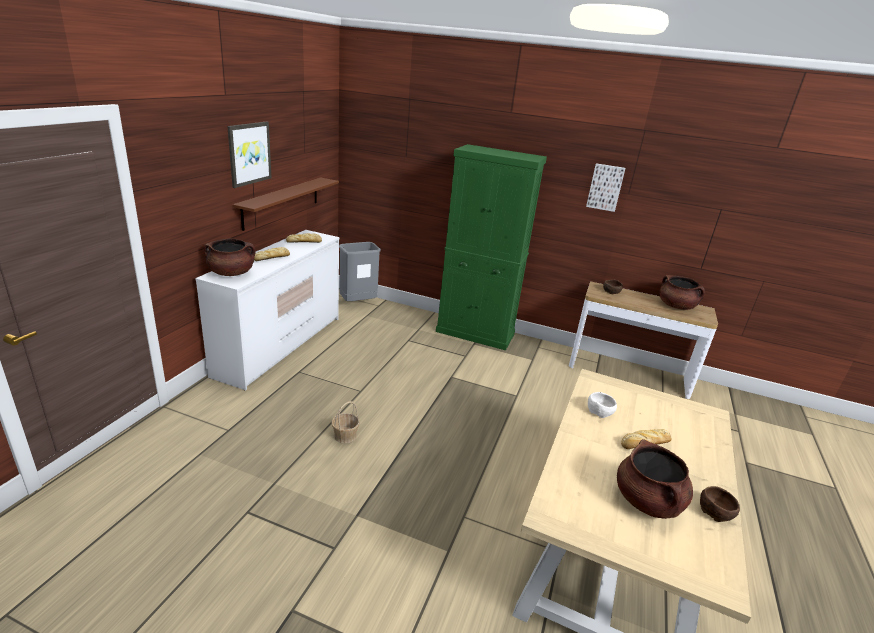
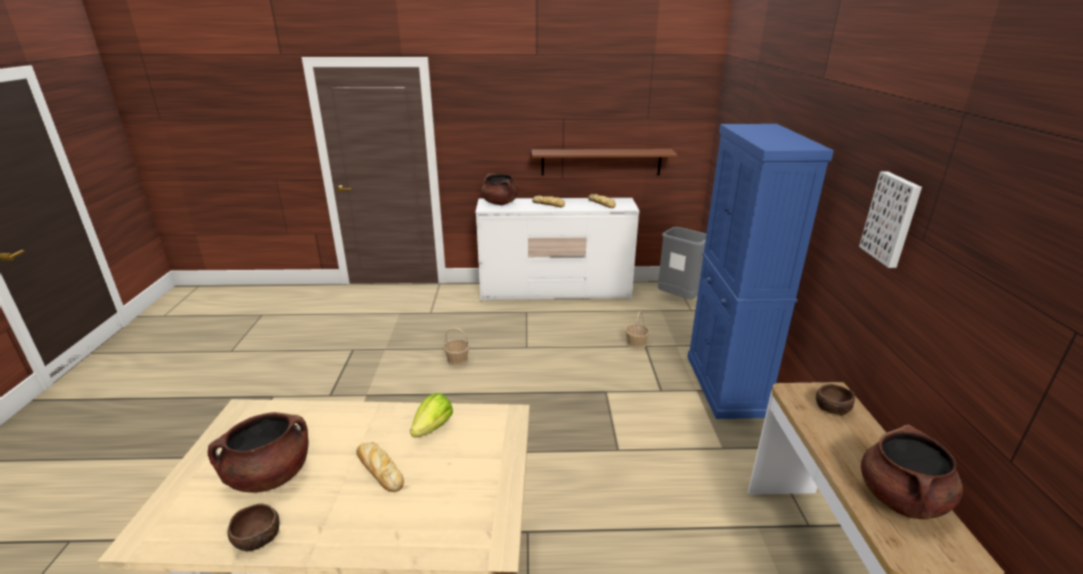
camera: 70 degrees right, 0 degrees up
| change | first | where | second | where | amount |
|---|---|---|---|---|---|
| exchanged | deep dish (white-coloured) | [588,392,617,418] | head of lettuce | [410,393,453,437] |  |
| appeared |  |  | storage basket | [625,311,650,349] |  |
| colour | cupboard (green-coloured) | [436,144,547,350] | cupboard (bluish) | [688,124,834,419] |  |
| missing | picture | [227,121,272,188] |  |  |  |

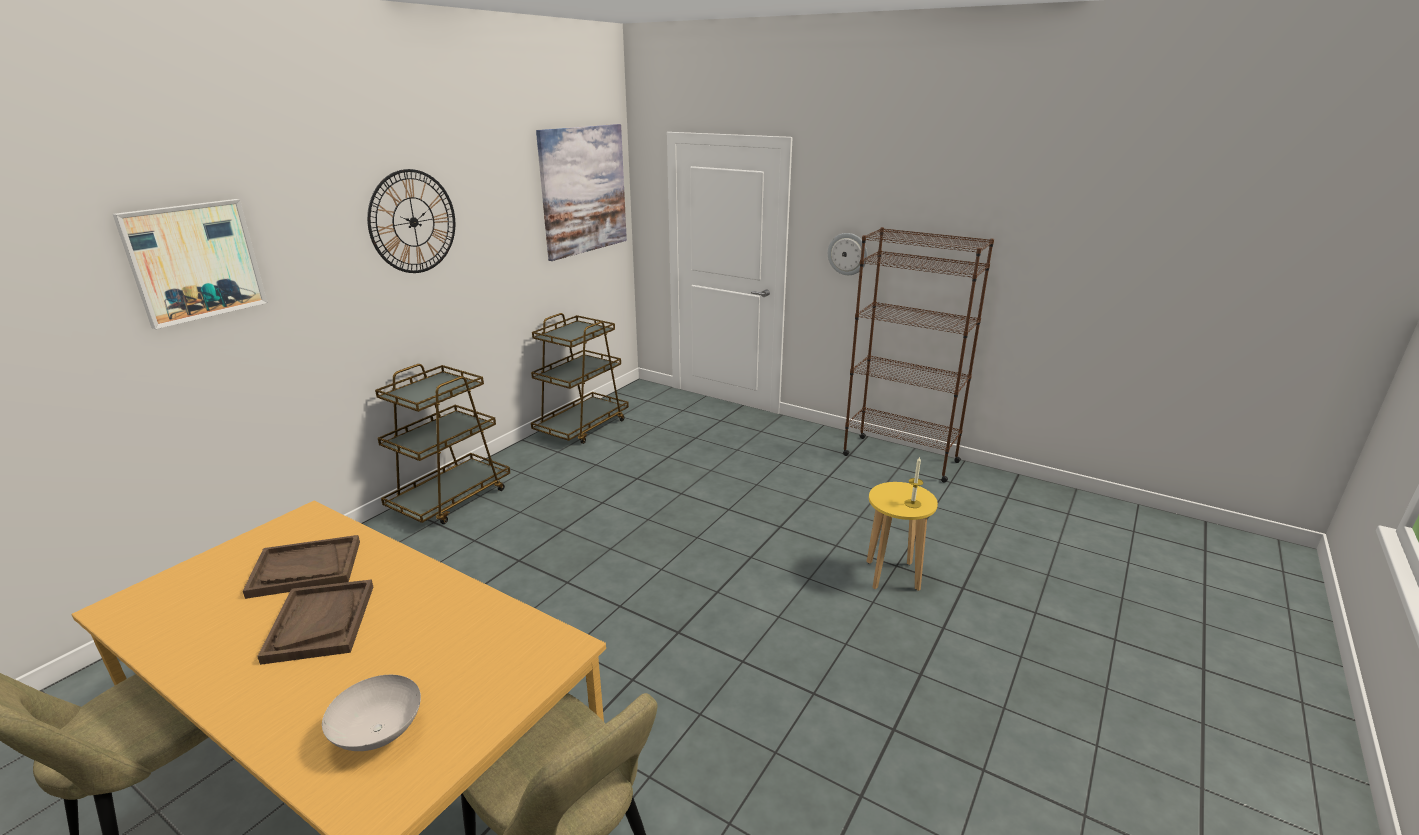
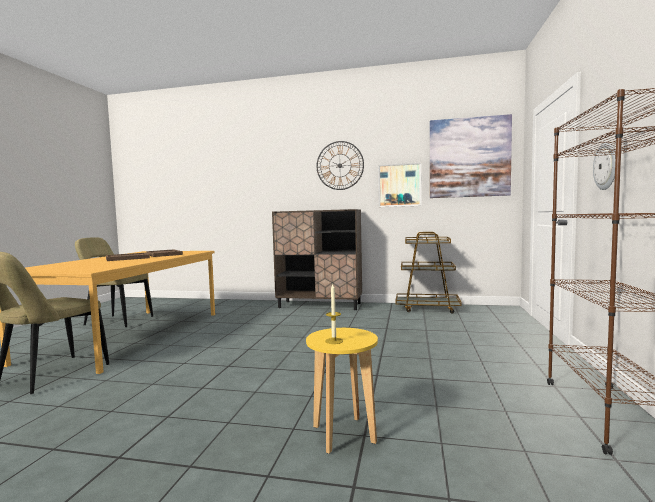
camera: 70 degrees right, 20 degrees down
| change | first | where | second | where | amount |
|---|---|---|---|---|---|
| exchanged | cart (brownish) | [375,364,510,524] | cupboard (brownish) | [272,209,362,310] |  |
| relocated | picture | [113,199,268,329] |  | [378,163,421,207] |  |
| missing | deep dish (white-coloured) | [322,675,421,751] |  |  |  |

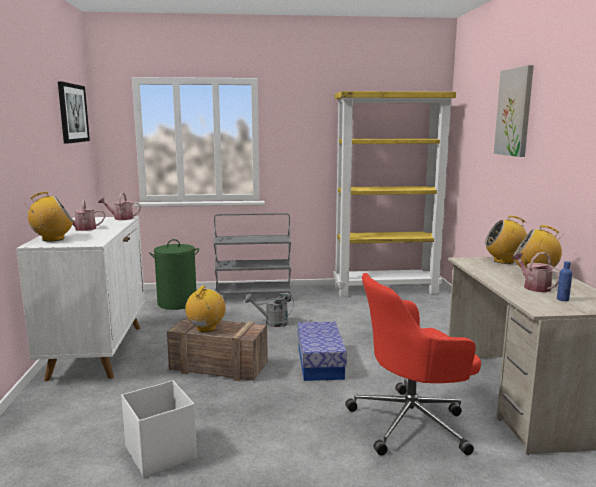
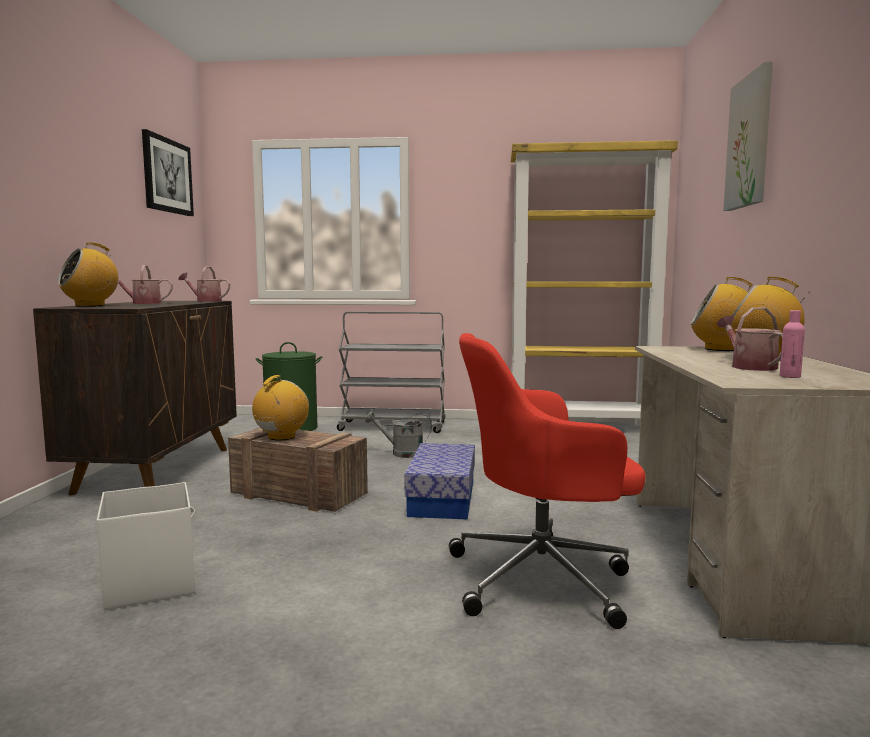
camera: 10 degrees right, 5 degrees down
| change | first | where | second | where | amount |
|---|---|---|---|---|---|
| colour | cupboard (white-coloured) | [16,217,145,381] | cupboard (brownish) | [33,301,237,495] |  |
| spun | radio | [28,192,74,241] |  | [57,242,118,307] | 150 degrees clockwise |
| colour | drink bottle (bluish) | [557,261,572,301] | drink bottle (pink-coloured) | [780,310,805,378] |  |

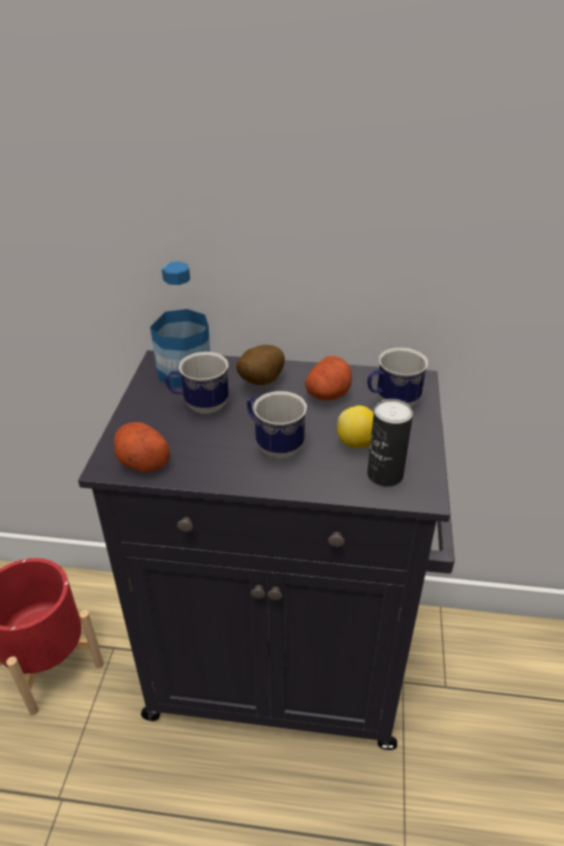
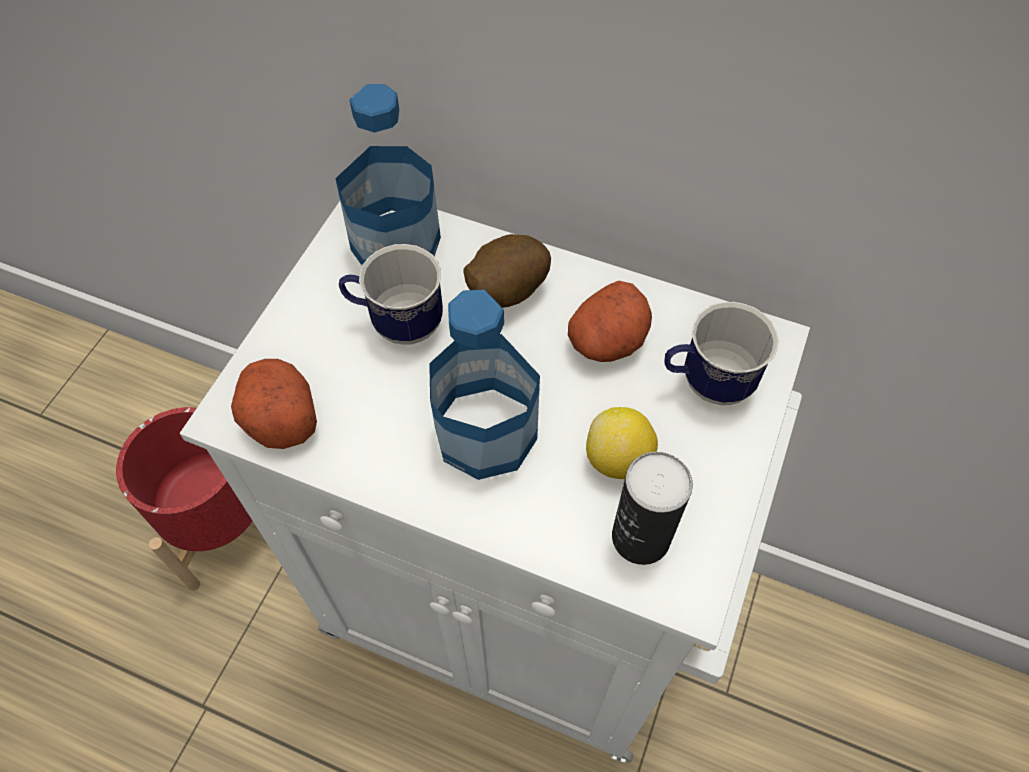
camera: 15 degrees right, 20 degrees up
| change | first | where | second | where | amount |
|---|---|---|---|---|---|
| colour | cupboard (blackish) | [78,350,455,750] | cupboard (white-coloured) | [180,201,810,763] |  |
| exchanged | tea mug | [247,391,307,458] | drink bottle | [429,289,540,480] |  |

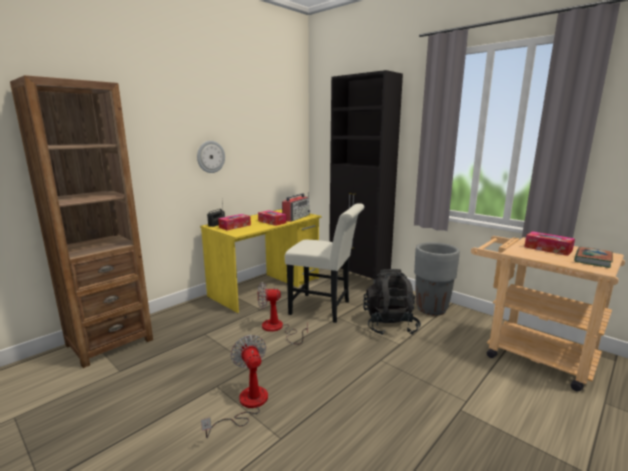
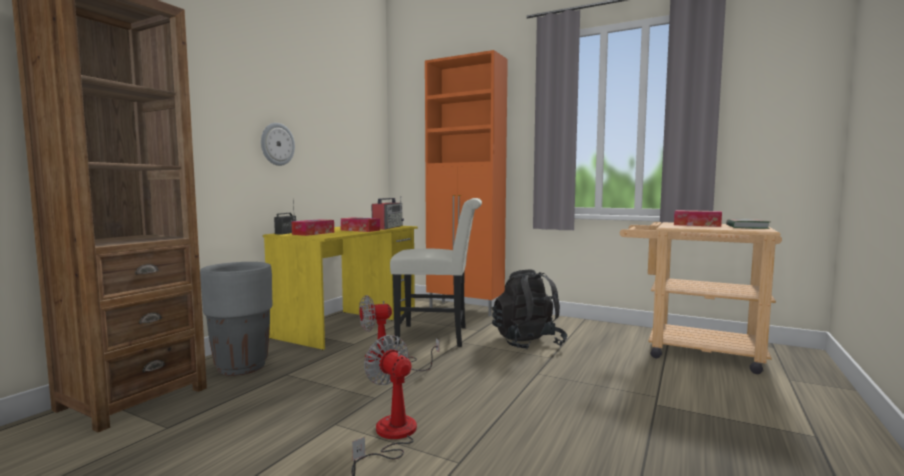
camera: 15 degrees left, 10 degrees down
| change | first | where | second | where | amount |
|---|---|---|---|---|---|
| relocated | planter (gray) | [414,242,460,316] |  | [200,262,272,376] |  |
| colour | cupboard (blackish) | [329,70,403,284] | cupboard (orange-coloured) | [425,50,508,316] |  |

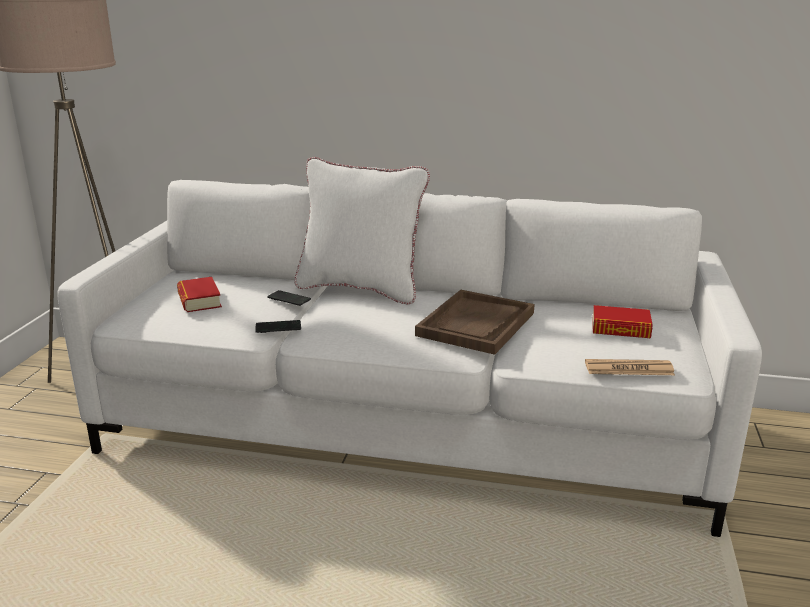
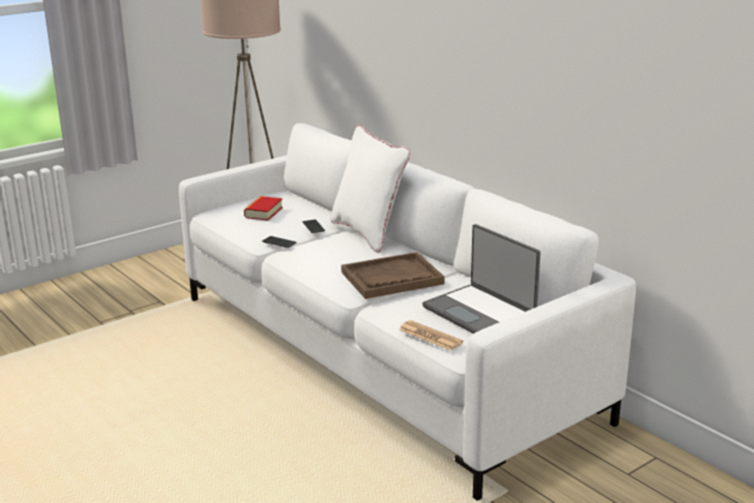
camera: 40 degrees right, 0 degrees up
| change | first | where | second | where | amount |
|---|---|---|---|---|---|
| exchanged | book | [592,305,653,338] | notebook computer | [422,224,541,334] |  |

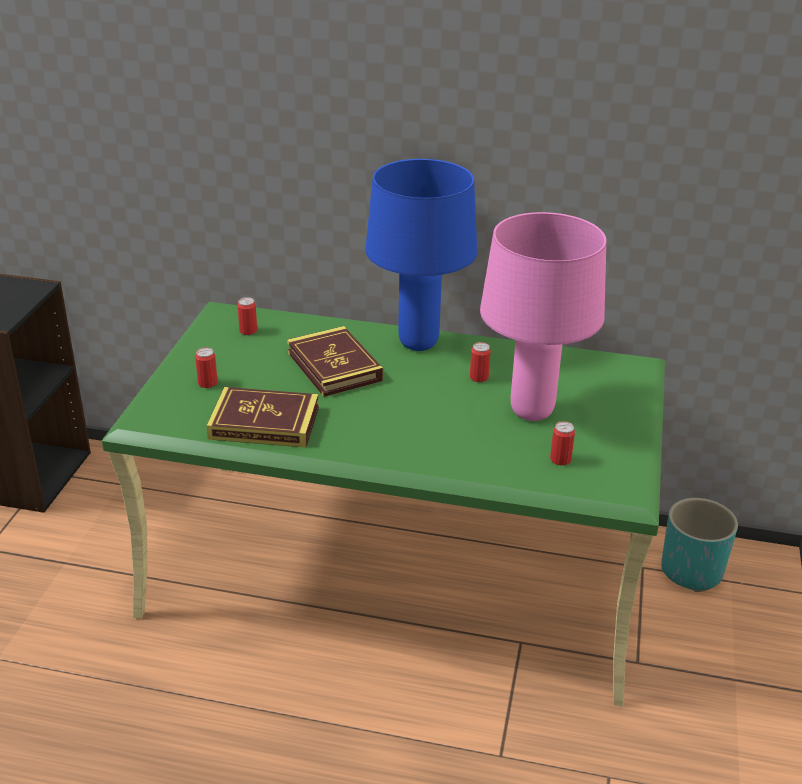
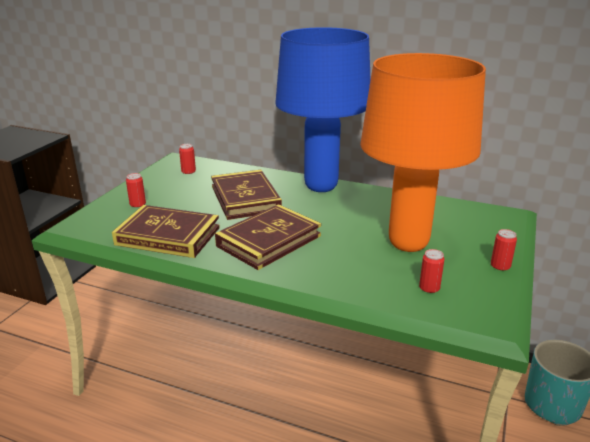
camera: 10 degrees right, 5 degrees down
| change | first | where | second | where | amount |
|---|---|---|---|---|---|
| appeared |  |  | book | [215,204,321,270] |  |
| colour | table lamp (pink-coloured) | [480,212,606,421] | table lamp (orange-coloured) | [360,53,486,252] |  |
| relocated | sealed can | [470,342,490,382] |  | [491,229,517,270] |  |

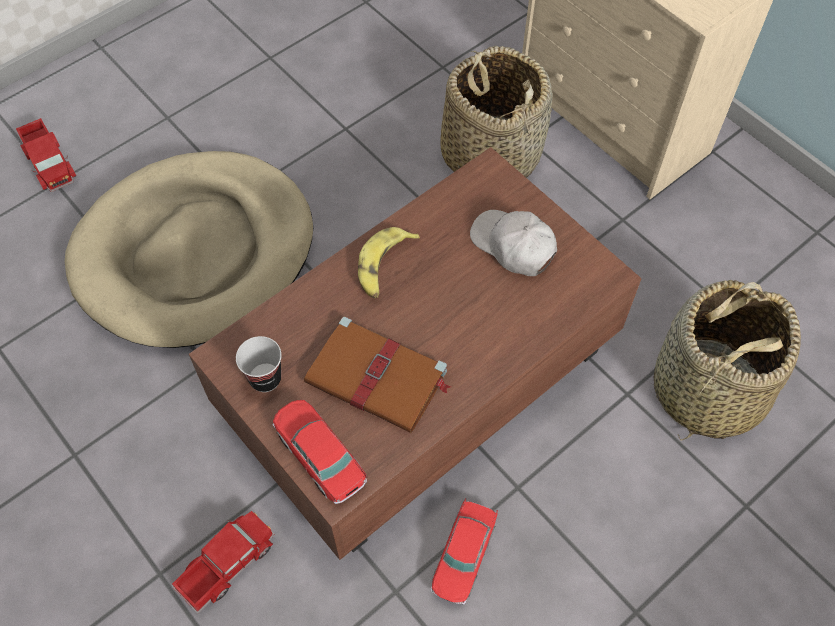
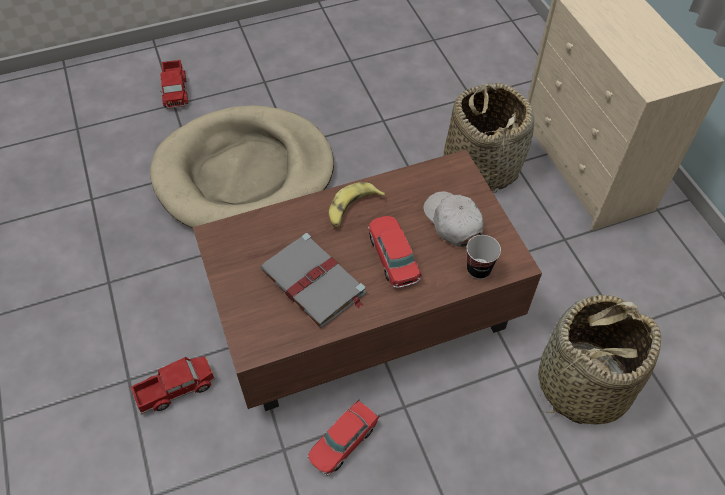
camera: 20 degrees right, 5 degrees down
| change | first | where | second | where | amount |
|---|---|---|---|---|---|
| colour | book (brownish) | [304,317,451,433] | book (gray) | [261,233,366,328] |  |
| relocated | miniature car | [273,400,368,504] |  | [368,216,422,288] |  |
| relocated | drinking cup | [236,336,282,392] |  | [467,235,501,279] |  |

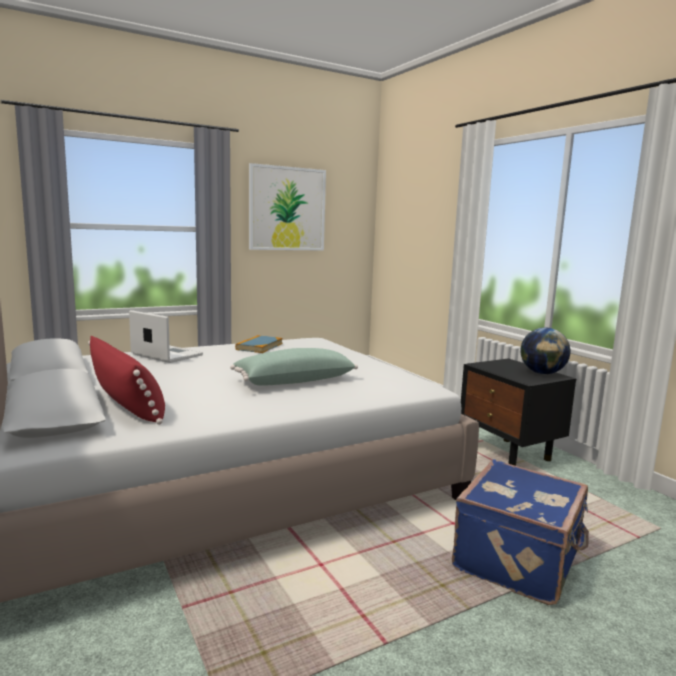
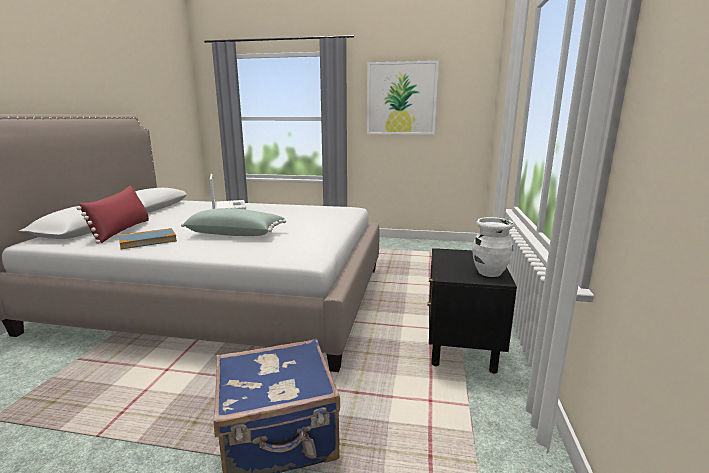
camera: 40 degrees right, 5 degrees up
| change | first | where | second | where | amount |
|---|---|---|---|---|---|
| relocated | book | [235,335,283,353] |  | [118,228,177,249] |  |
| exchanged | world globe | [521,327,570,374] | vase (white-coloured) | [472,217,514,277] |  |

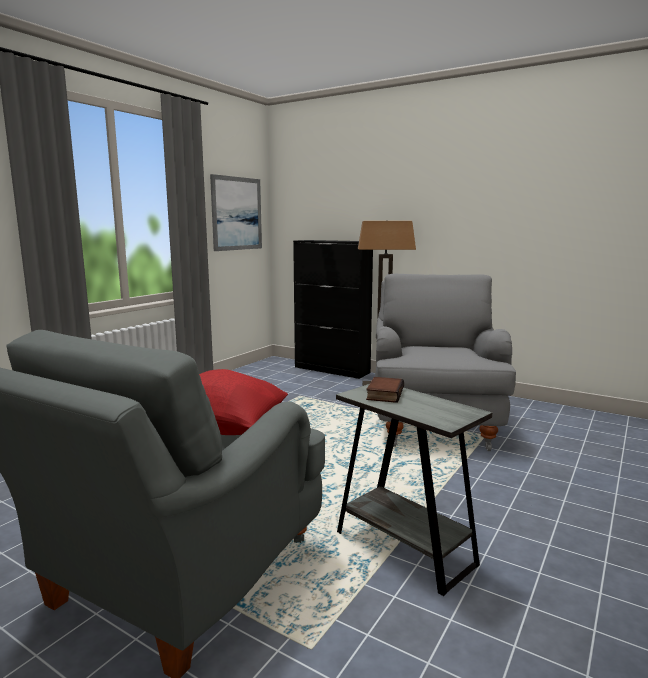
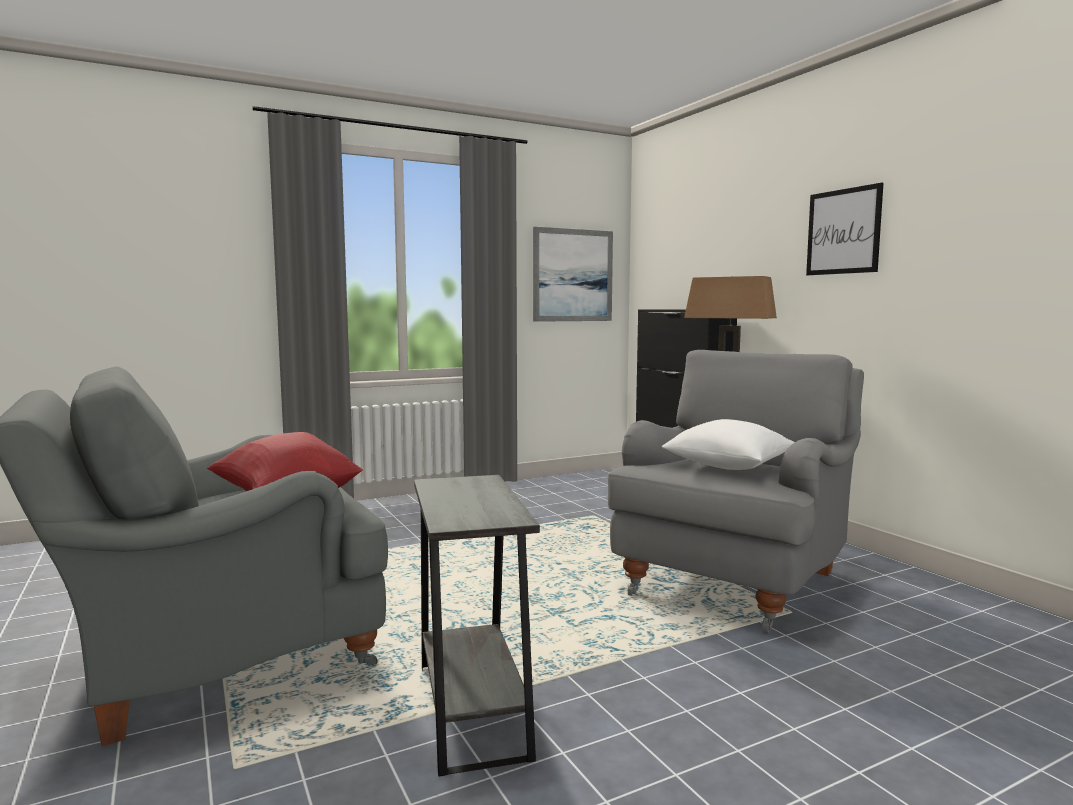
camera: 30 degrees right, 5 degrees down
| change | first | where | second | where | amount |
|---|---|---|---|---|---|
| appeared |  |  | cushion (white-coloured) | [662,419,795,470] |  |
| appeared |  |  | picture | [806,183,883,275] |  |
| missing | book | [366,377,404,403] |  |  |  |

